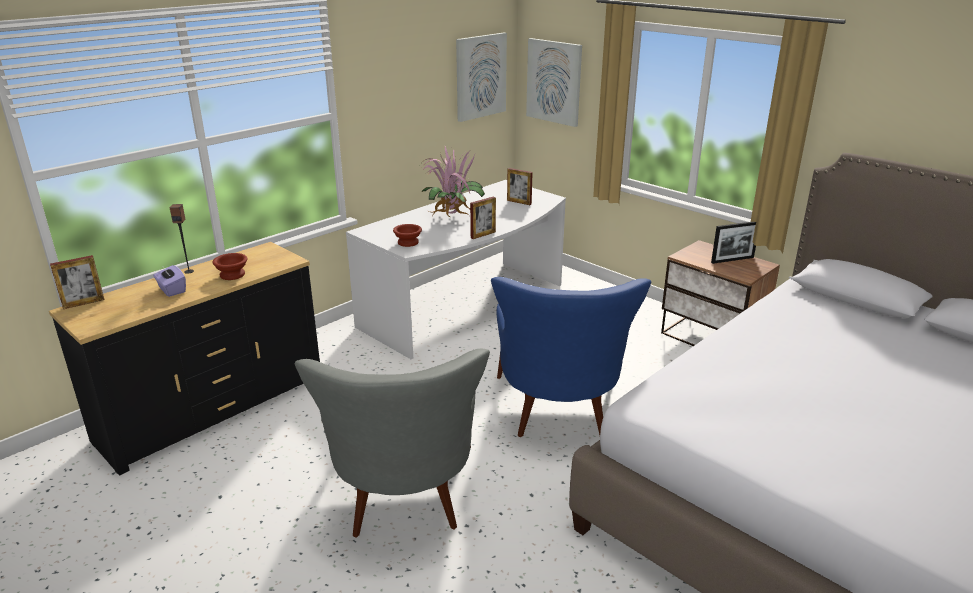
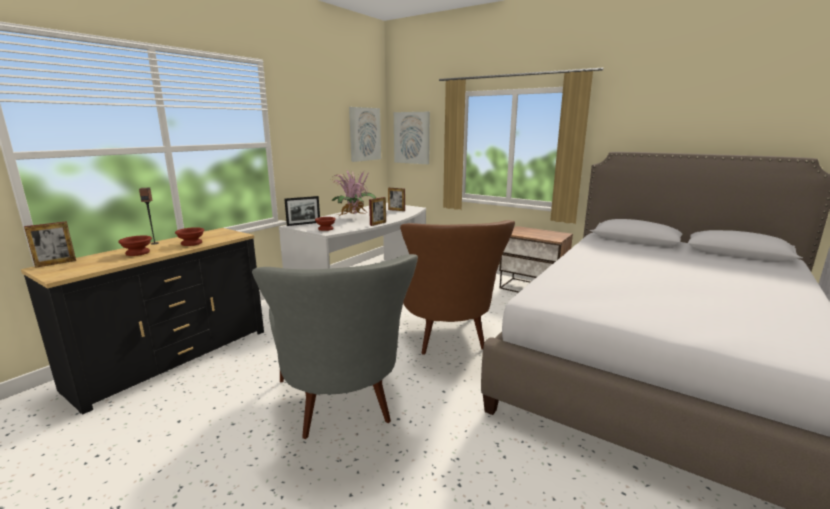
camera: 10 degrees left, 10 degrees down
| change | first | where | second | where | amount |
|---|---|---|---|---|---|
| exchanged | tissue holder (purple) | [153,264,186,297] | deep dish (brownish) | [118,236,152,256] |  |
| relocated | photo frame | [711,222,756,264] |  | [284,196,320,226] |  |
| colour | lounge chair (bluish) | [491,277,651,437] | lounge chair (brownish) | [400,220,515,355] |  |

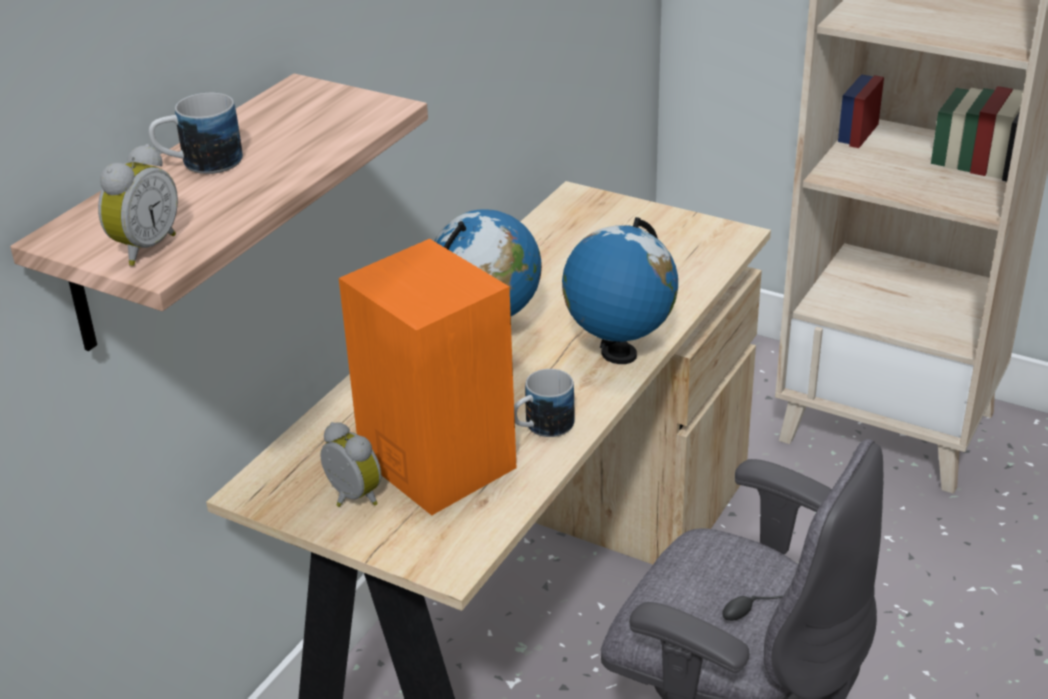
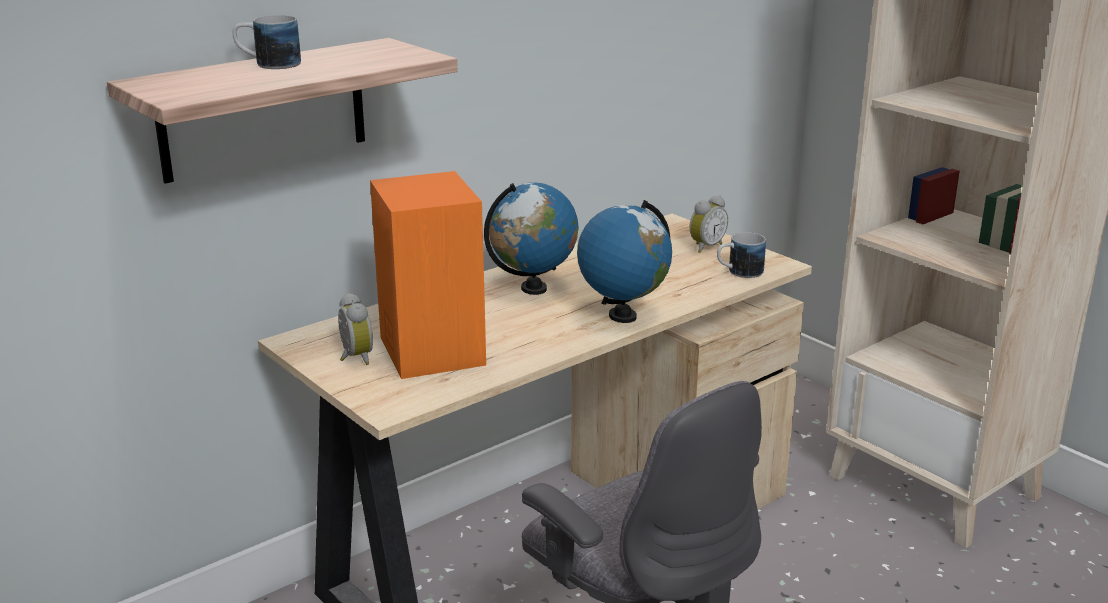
camera: 20 degrees right, 10 degrees down
| change | first | where | second | where | amount |
|---|---|---|---|---|---|
| relocated | alarm clock | [98,144,178,266] |  | [689,195,728,253] |  |
| relocated | tea mug | [514,369,574,437] |  | [717,232,766,278] |  |

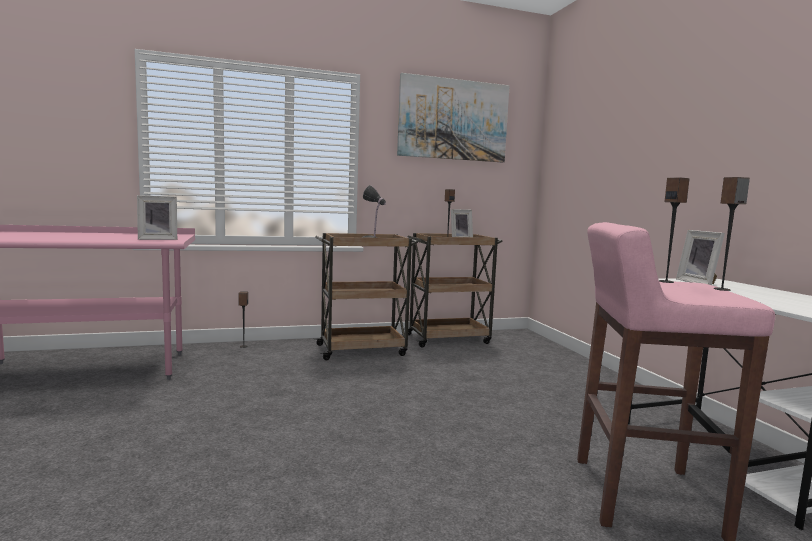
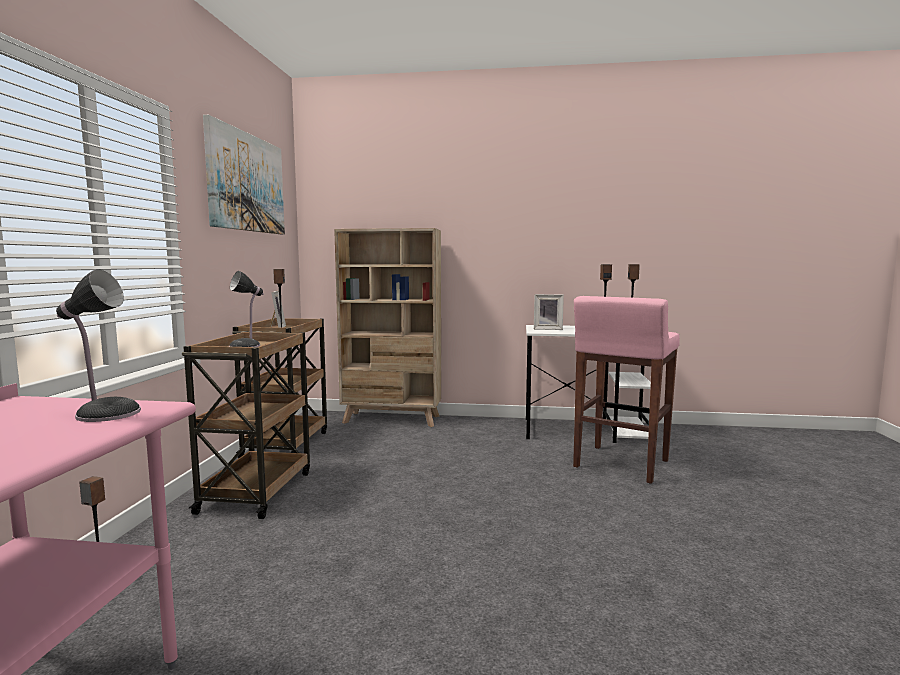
camera: 65 degrees left, 0 degrees up
| change | first | where | second | where | amount |
|---|---|---|---|---|---|
| exchanged | photo frame | [137,195,177,240] | table lamp | [56,269,141,422] |  |
| appeared |  |  | shelving unit (beige-coloured) | [334,228,441,427] |  |

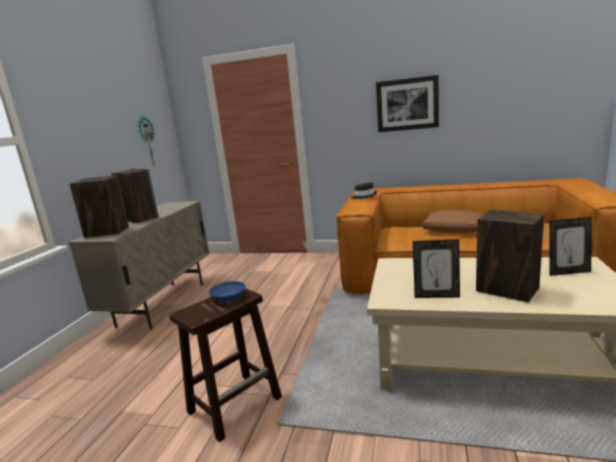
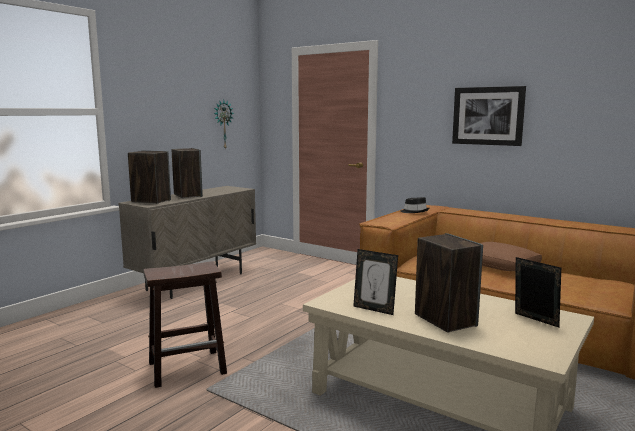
camera: 20 degrees right, 5 degrees down
| change | first | where | second | where | amount |
|---|---|---|---|---|---|
| spun | photo frame | [549,217,592,276] |  | [515,257,561,327] | 150 degrees counterclockwise |
| missing | deep dish (bluish) | [209,281,246,302] |  |  |  |

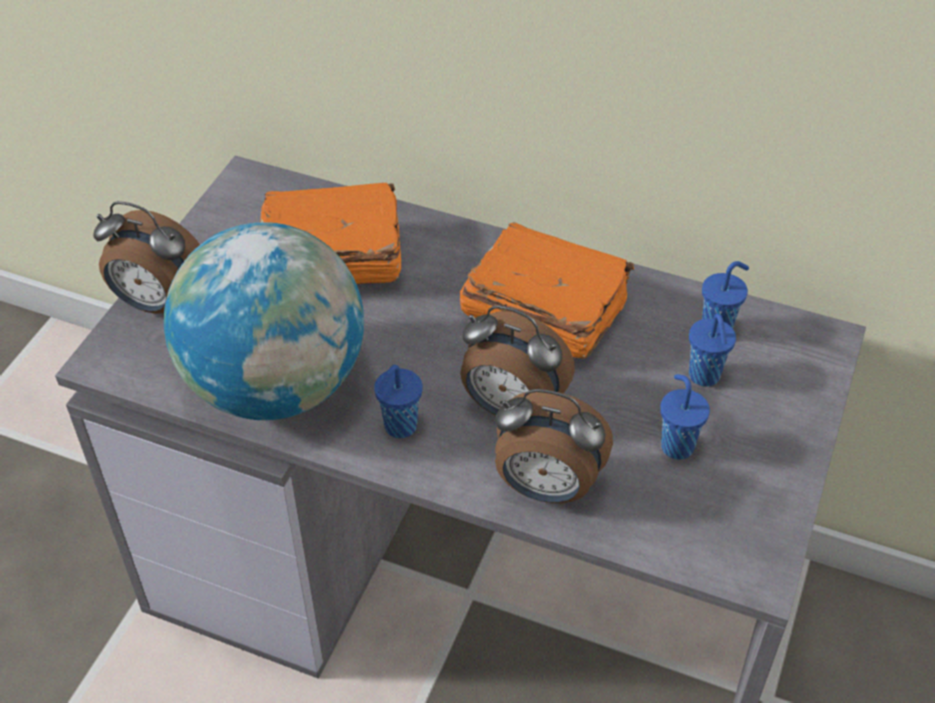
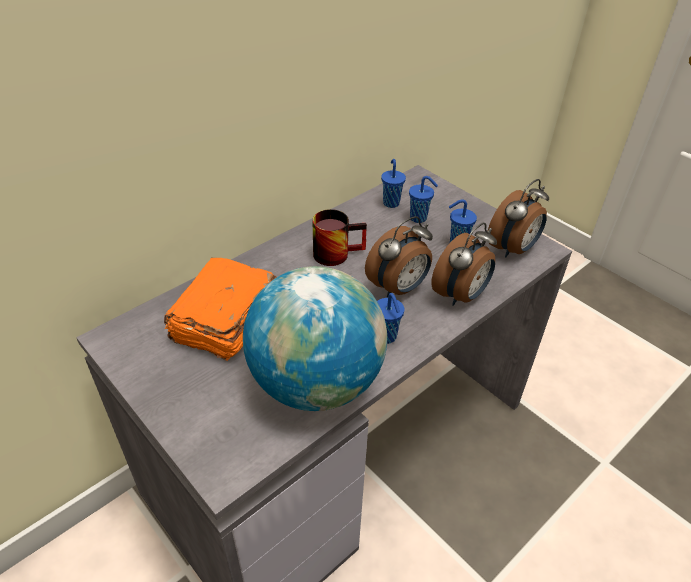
camera: 65 degrees left, 5 degrees down
| change | first | where | second | where | amount |
|---|---|---|---|---|---|
| exchanged | book (orange-coloured) | [460,222,634,359] | tea mug | [312,209,367,266] |  |
| relocated | alarm clock | [93,201,200,314] |  | [488,179,549,258] |  |

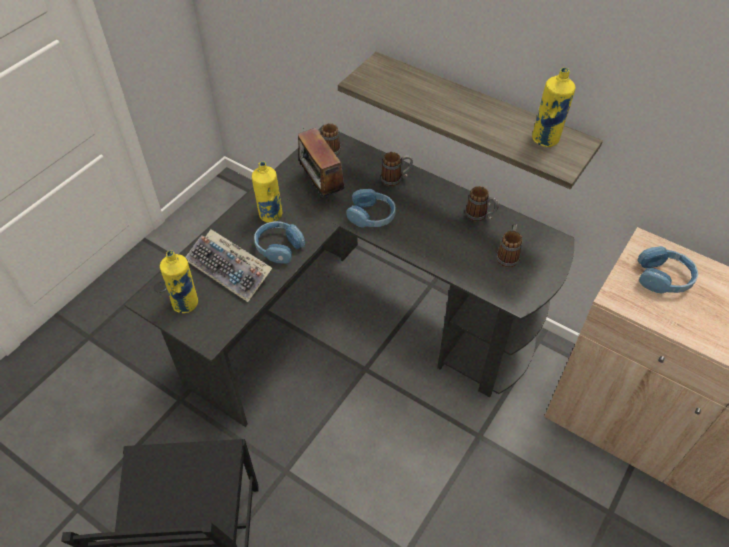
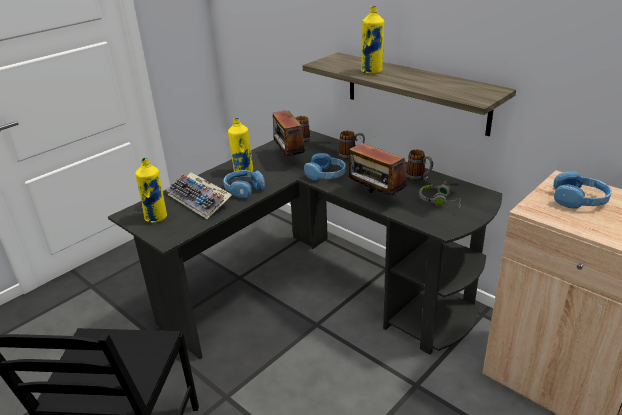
camera: 10 degrees right, 20 degrees down
| change | first | where | second | where | amount |
|---|---|---|---|---|---|
| appeared |  |  | radio | [349,143,407,197] |  |
| relocated | drink bottle (yellowish) | [532,67,576,147] |  | [361,6,384,74] |  |
| exchanged | tea mug | [496,224,522,267] | headset (gray) | [419,179,462,209] |  |

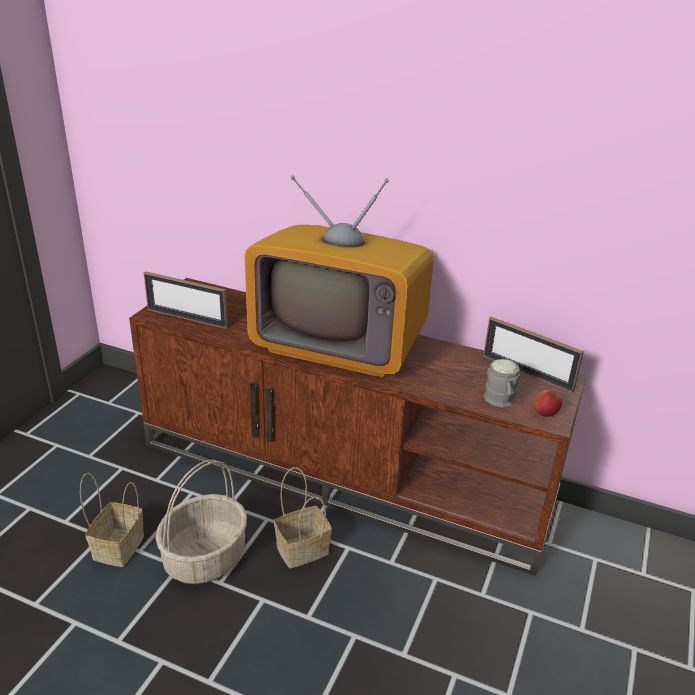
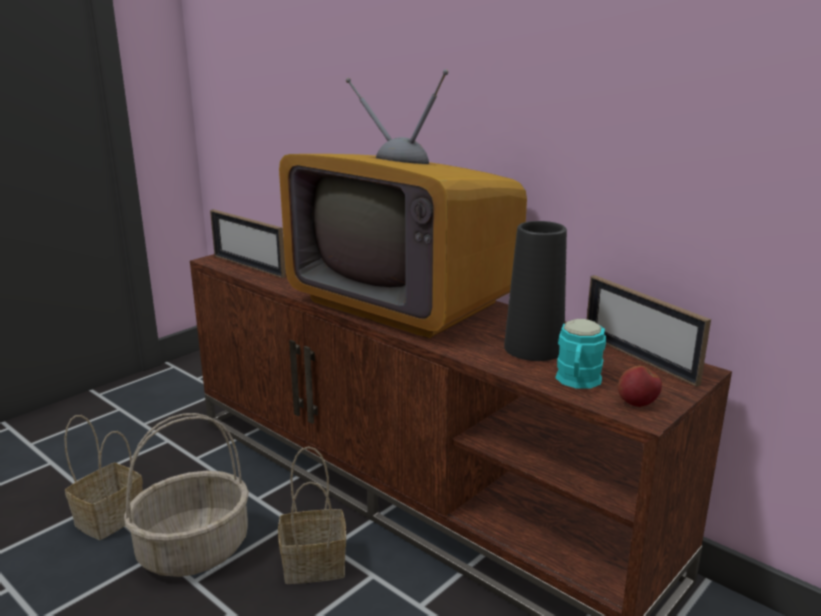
camera: 20 degrees right, 10 degrees down
| change | first | where | second | where | amount |
|---|---|---|---|---|---|
| appeared |  |  | vase (blackish) | [504,221,567,361] |  |
| colour | tea mug (gray) | [483,359,520,407] | tea mug (turquoise) | [555,319,606,388] |  |

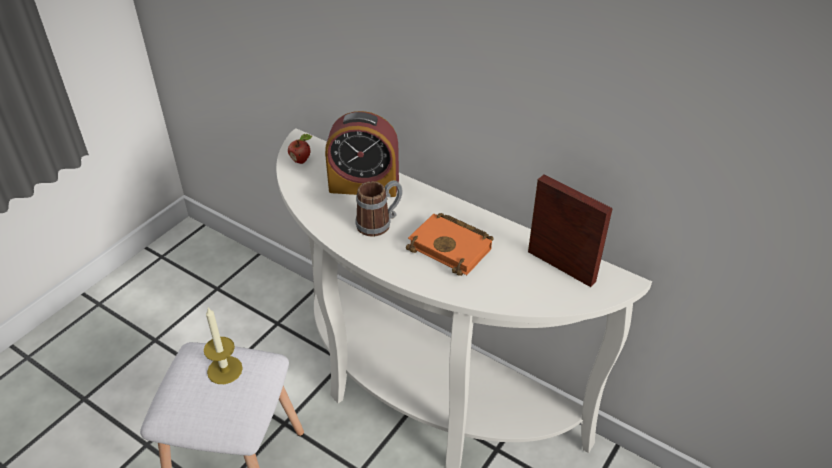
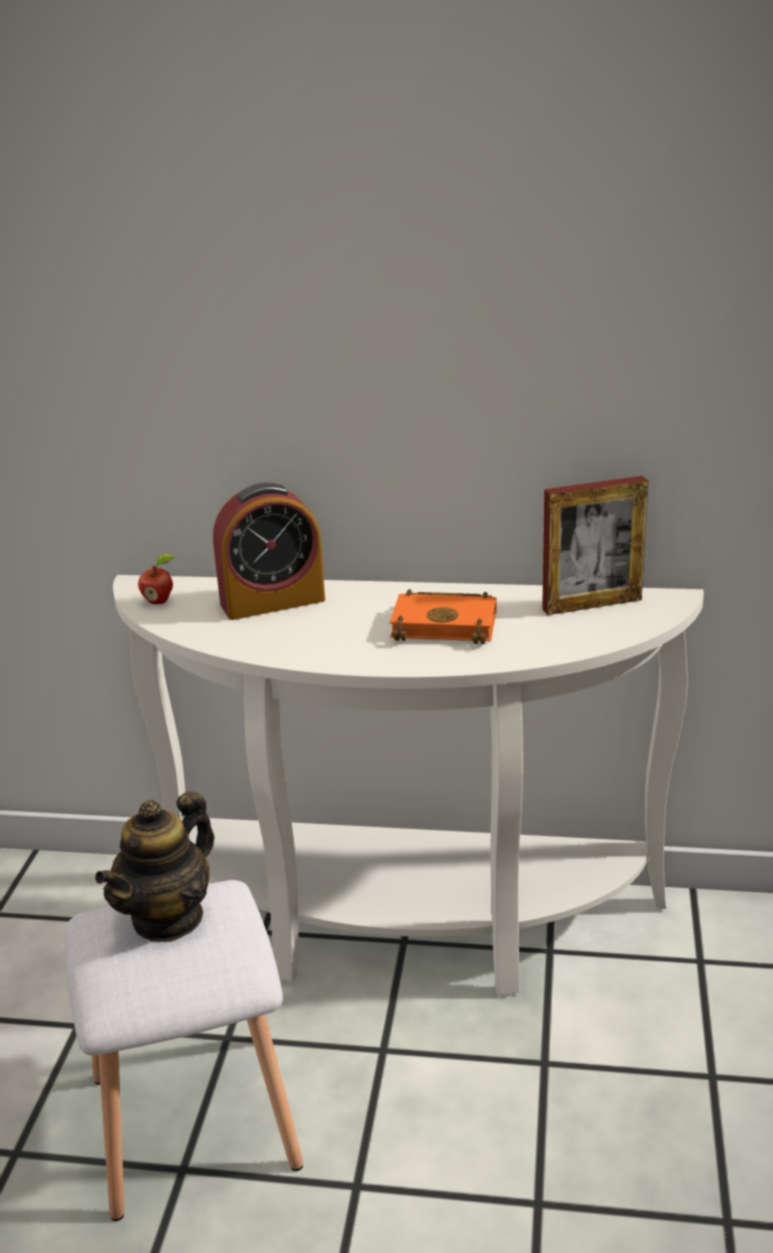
camera: 25 degrees left, 15 degrees down
| change | first | where | second | where | amount |
|---|---|---|---|---|---|
| exchanged | candle | [204,308,243,384] | teapot | [95,791,215,942] |  |
| spun | photo frame | [528,175,613,287] |  | [542,476,648,615] | 150 degrees clockwise |
| missing | tea mug | [355,180,403,237] |  |  |  |

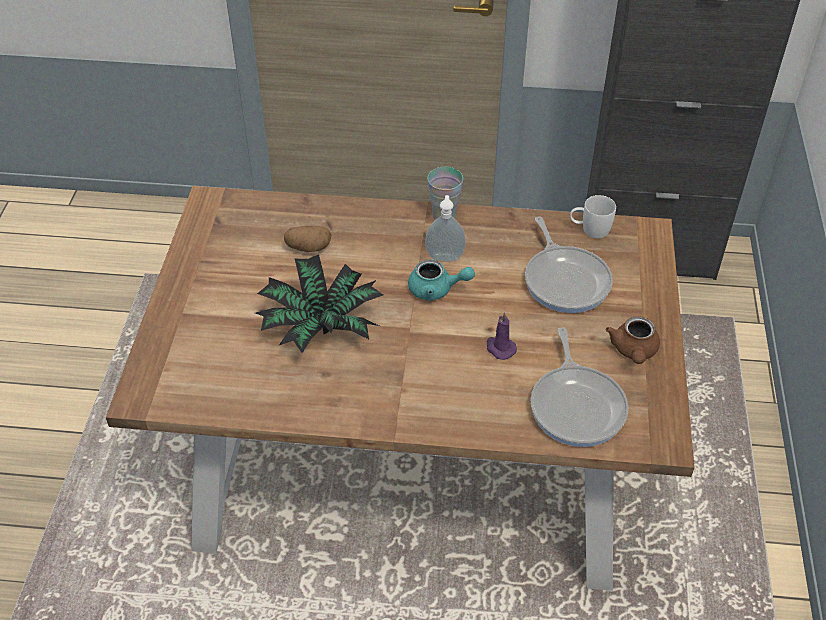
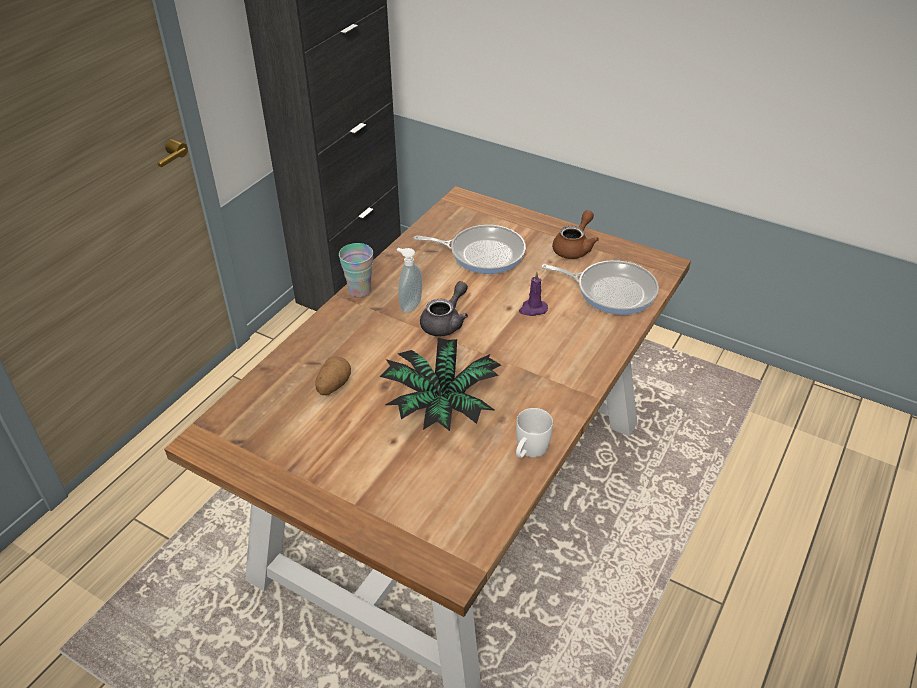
camera: 65 degrees left, 5 degrees down
| change | first | where | second | where | amount |
|---|---|---|---|---|---|
| colour | teapot (turquoise) | [408,259,475,301] | teapot (gray) | [420,281,468,336] |  |
| relocated | tea mug (white-coloured) | [570,195,616,238] |  | [516,408,553,458] |  |
| spun | teapot (brownish) | [605,316,660,364] |  | [552,210,599,259] | 90 degrees counterclockwise |

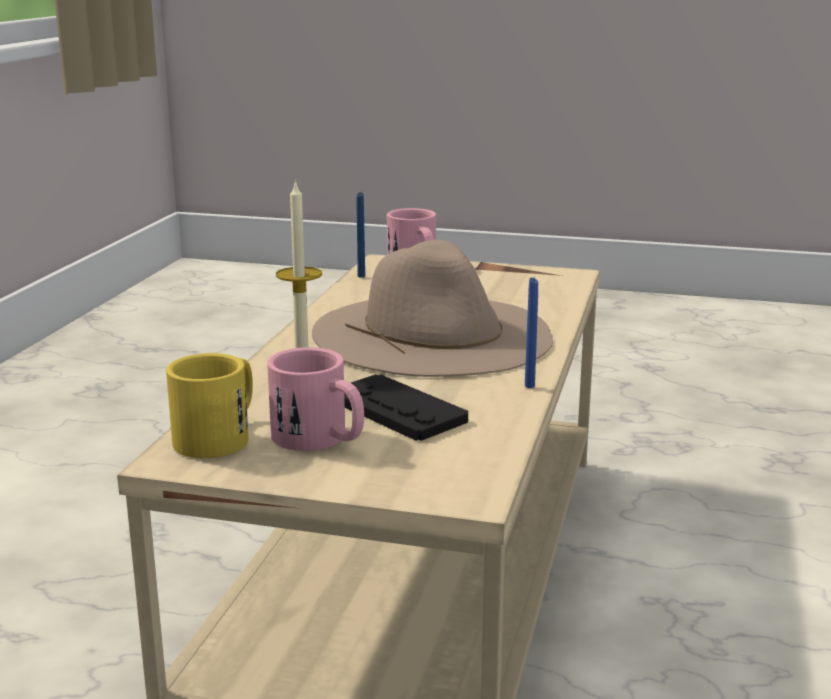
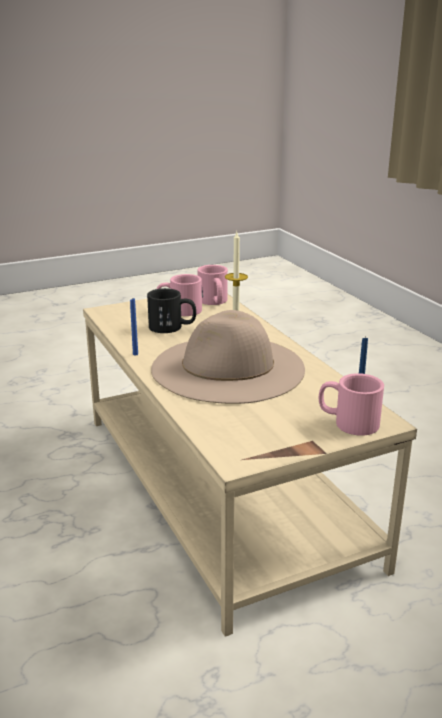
camera: 140 degrees right, 5 degrees up
| change | first | where | second | where | amount |
|---|---|---|---|---|---|
| exchanged | game controller (blackish) | [344,374,468,441] | tea mug (blackish) | [147,288,196,333] |  |
| colour | tea mug (yellowish) | [166,353,253,458] | tea mug (pink-coloured) | [197,265,228,305] |  |

